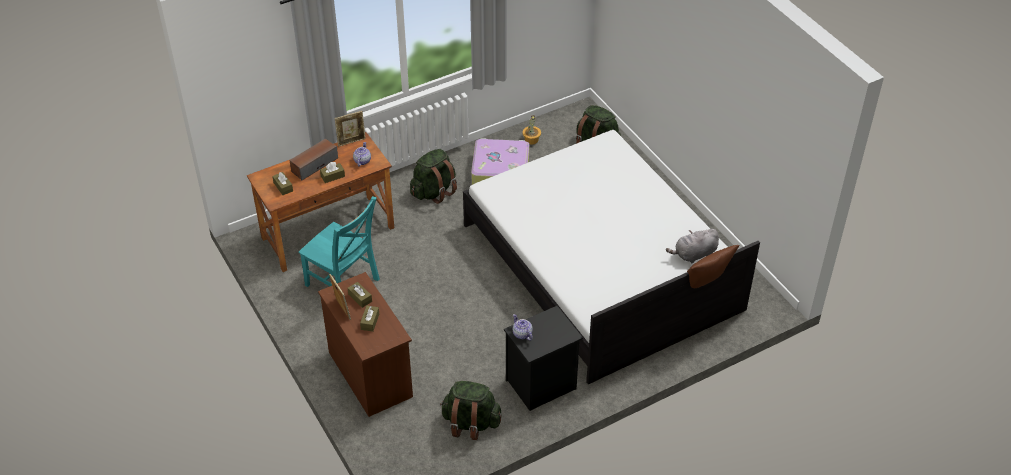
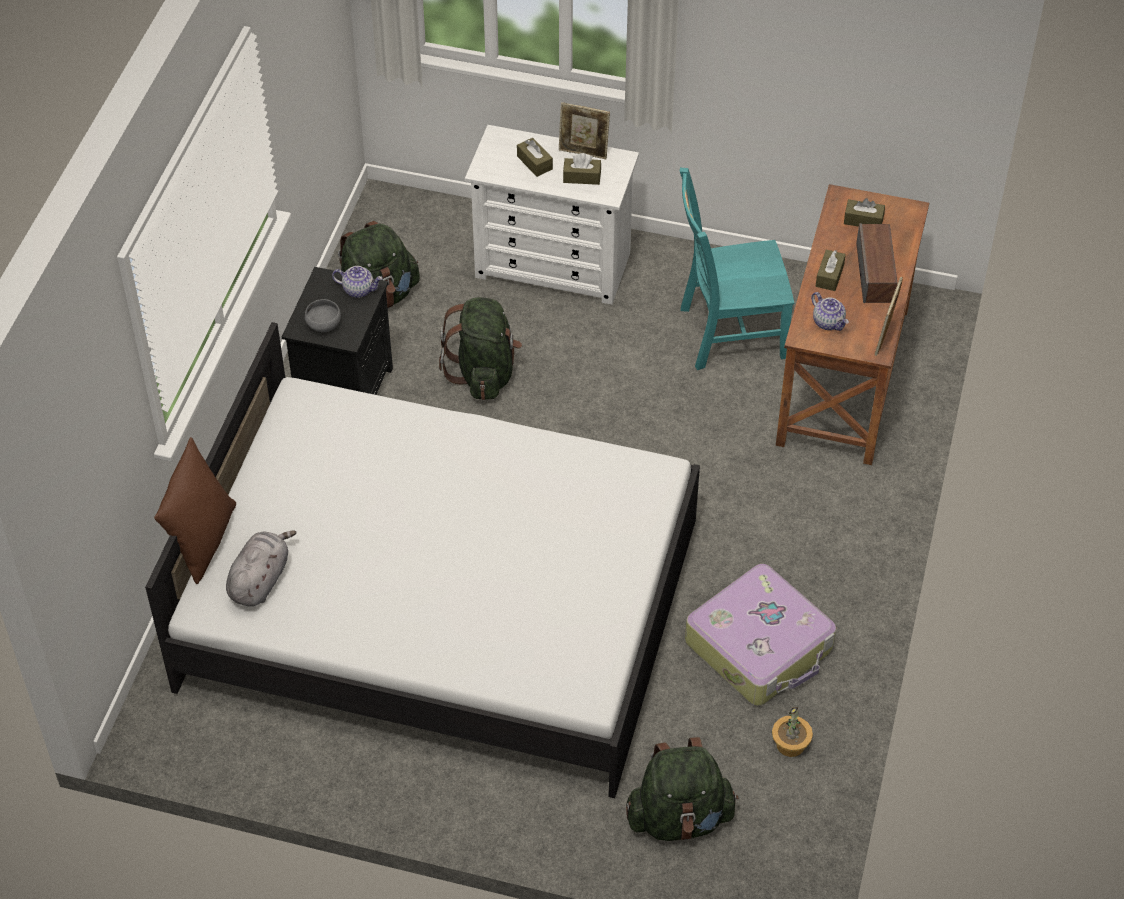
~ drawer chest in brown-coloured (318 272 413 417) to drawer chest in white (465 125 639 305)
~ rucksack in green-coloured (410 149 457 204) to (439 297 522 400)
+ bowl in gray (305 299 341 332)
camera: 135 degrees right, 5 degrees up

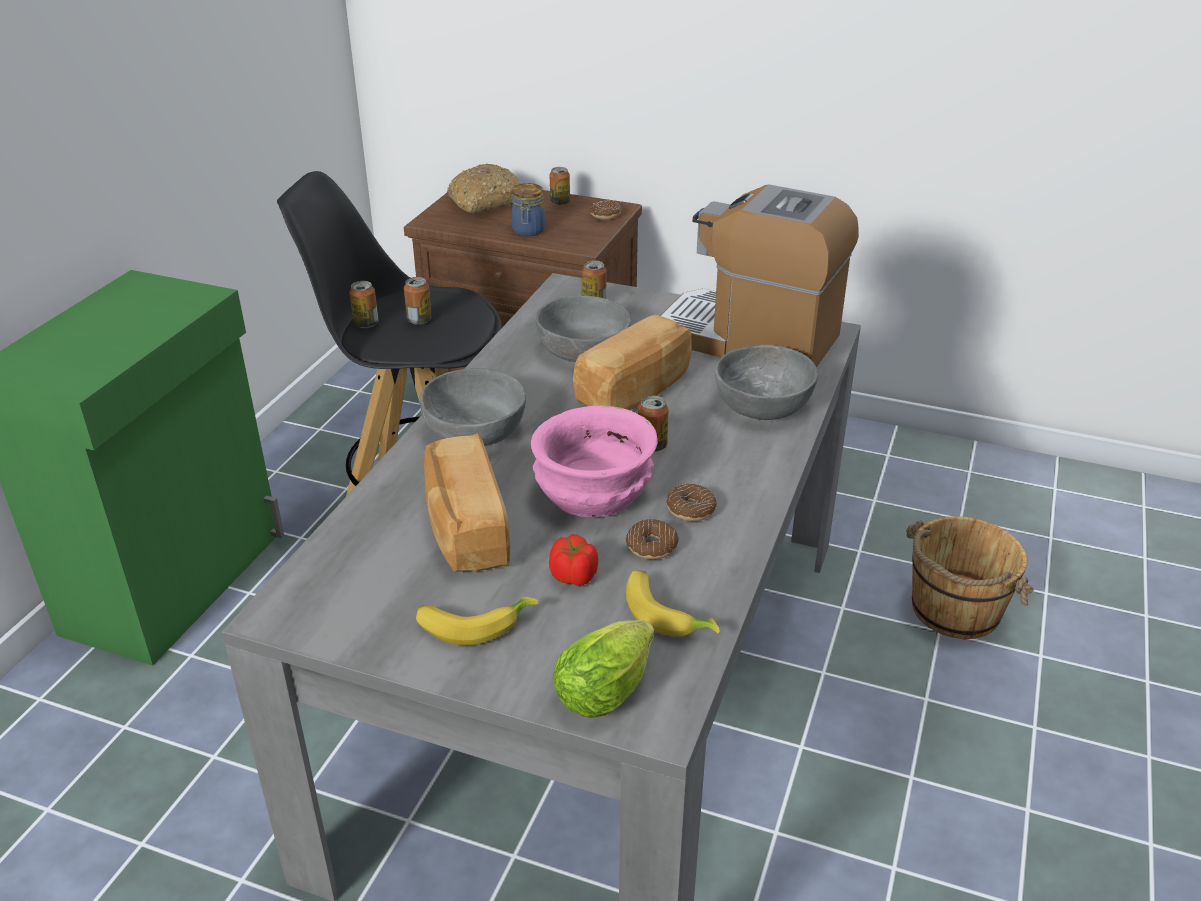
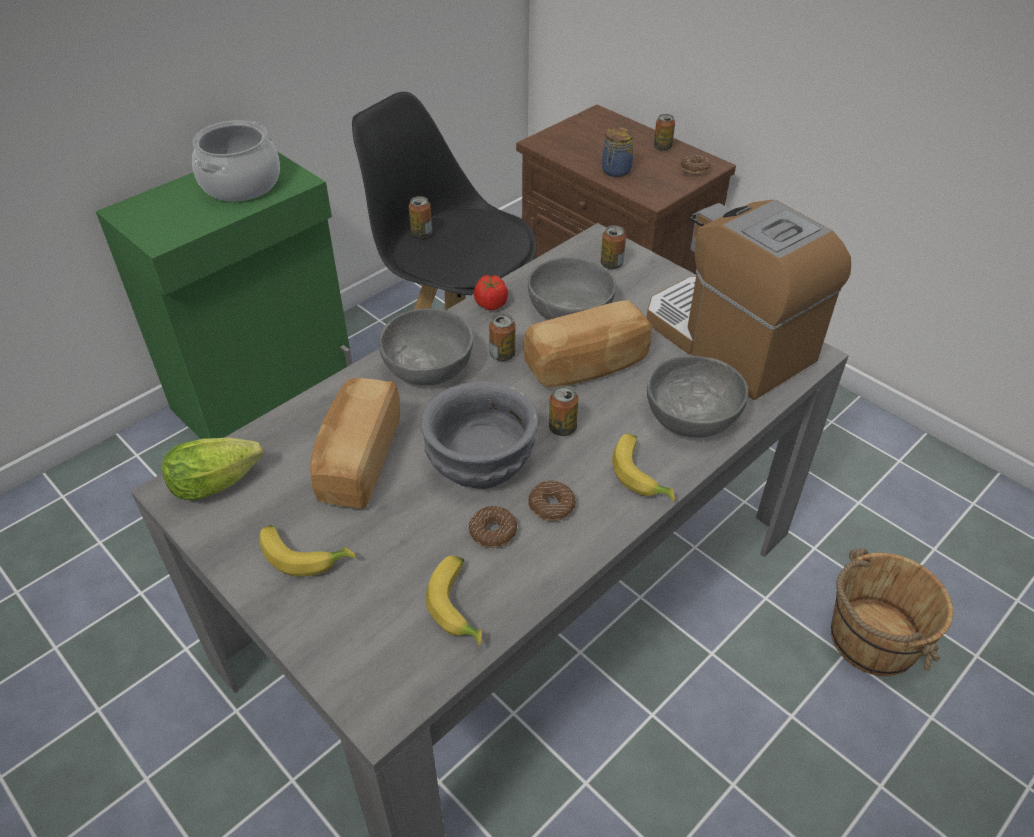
~ metal can (404 277 432 325) to (489 313 516 361)
- bakery bread (447 163 521 213)
~ bowl in pinkish (531 406 658 517) to bowl in gray (420 381 539 489)
~ fresh tomato (549 534 598 586) to (474 275 508 310)
~ lettuce (552 620 654 718) to (162 437 263 500)
+ cooking pot (192 120 280 201)
+ banana fruit (612 434 675 501)
camera: 25 degrees right, 10 degrees up

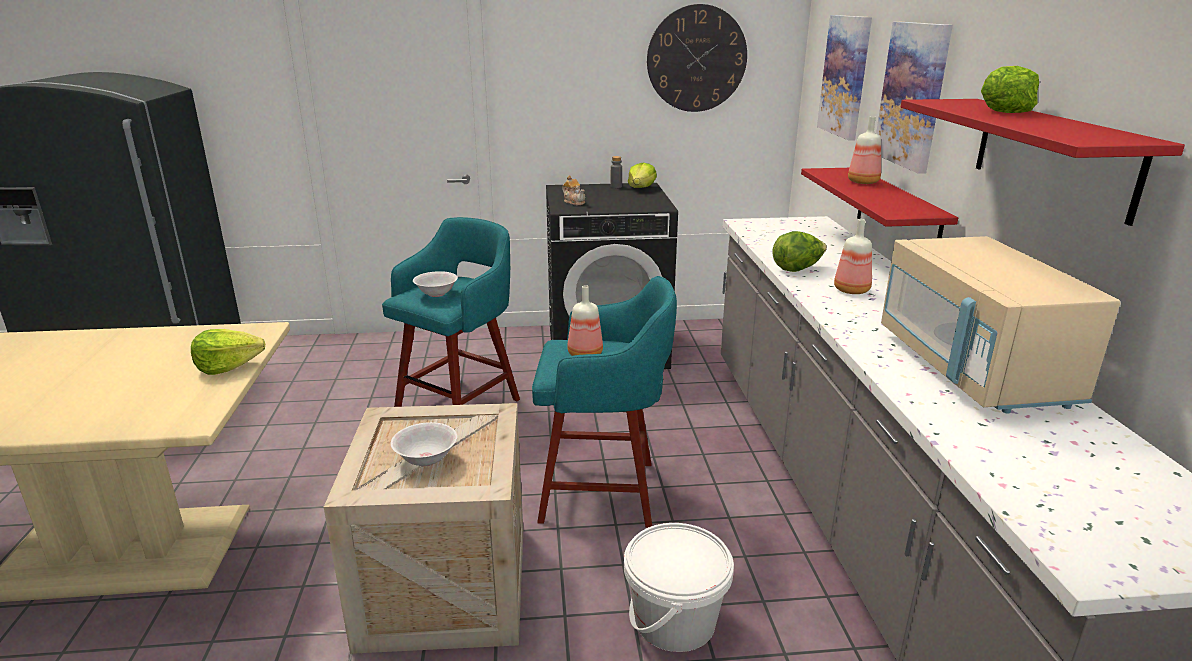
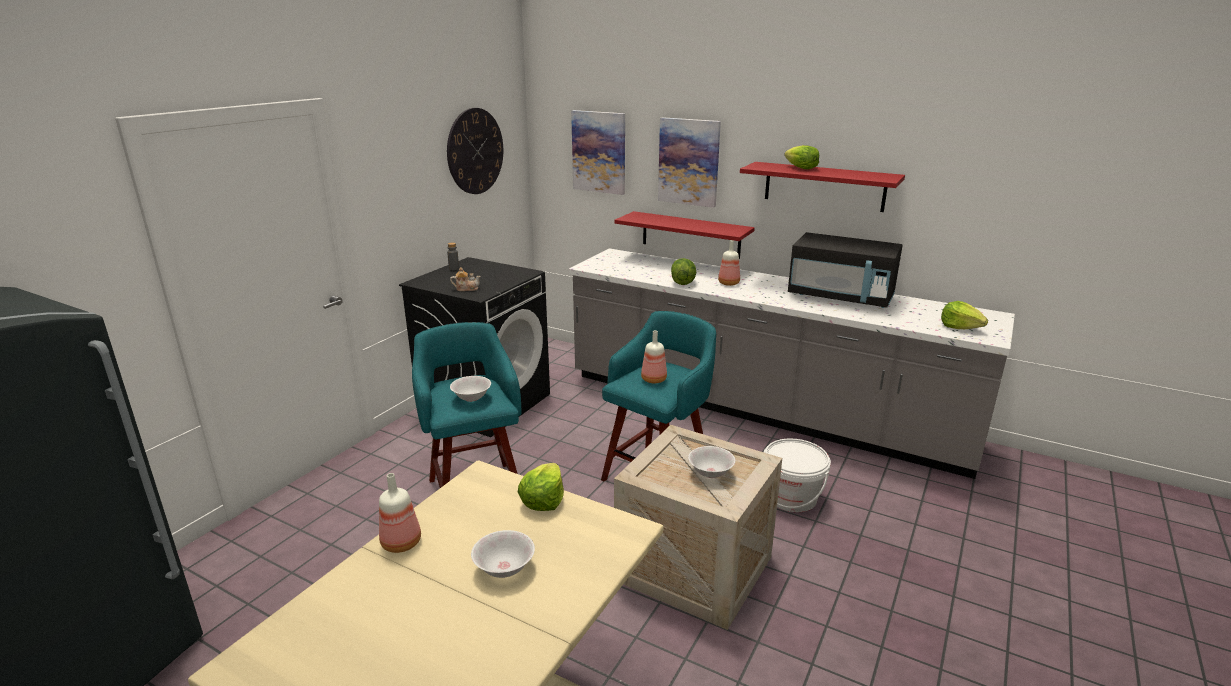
~ lettuce (628 163 657 188) to (941 301 988 329)
~ drink bottle (848 116 881 184) to (379 473 421 553)
~ microwave in sand-coloured (881 236 1120 414) to microwave in blackish (788 232 903 308)
+ bowl in white (471 530 535 578)
camera: 55 degrees left, 0 degrees up

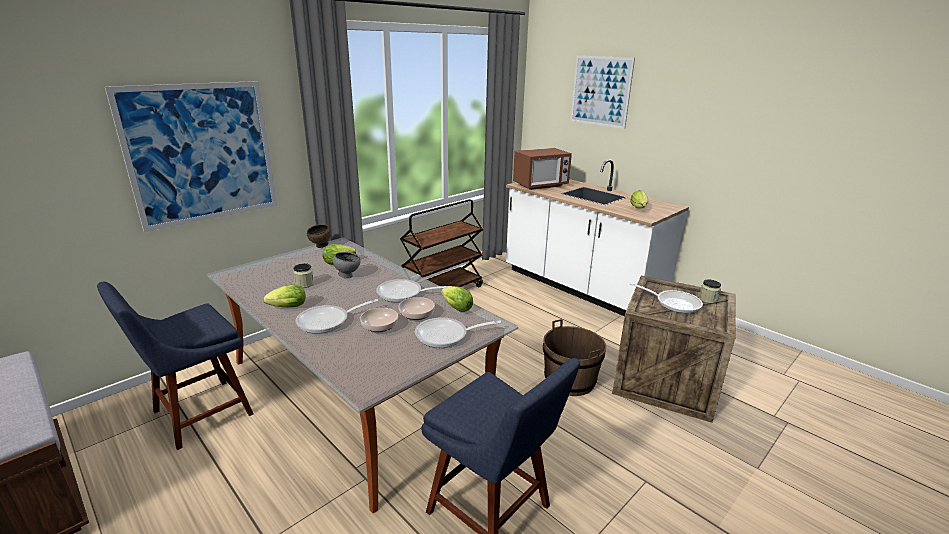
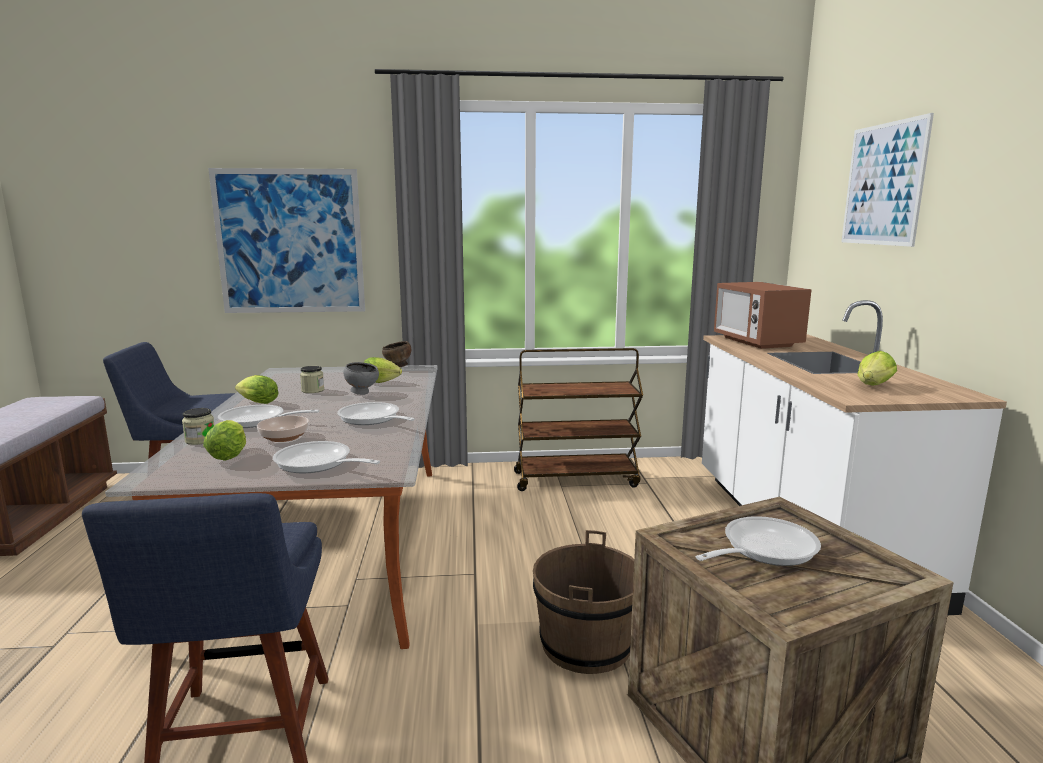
- bowl (399 297 435 320)
~ lettuce (441 286 473 312) to (203 420 246 460)
~ microwave (513 148 572 190) = (714 282 812 349) 60 degrees clockwise
~ pan (630 283 703 313) = (696 516 821 566) 105 degrees counterclockwise
~ jar (699 279 721 304) to (182 408 214 445)
camera: 40 degrees right, 10 degrees down

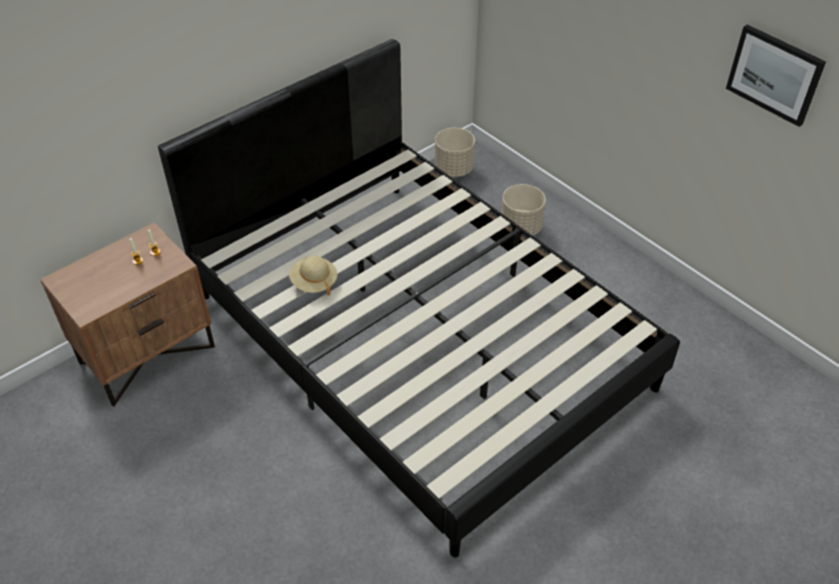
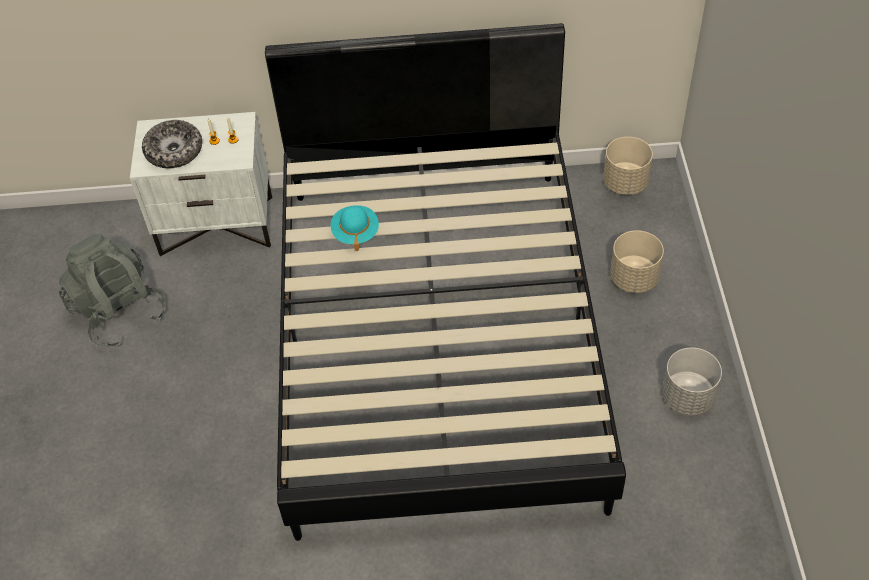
~ nightstand in brown-coloured (40 223 215 406) to nightstand in white (130 112 272 256)
~ clothing hat in sand-coloured (289 255 338 296) to clothing hat in turquoise (331 205 379 251)
- picture (726 25 826 127)
+ rucksack in gray (59 234 166 346)
+ bowl (142 120 202 168)
+ plant pot in gray (662 347 722 415)
camera: 40 degrees right, 5 degrees up

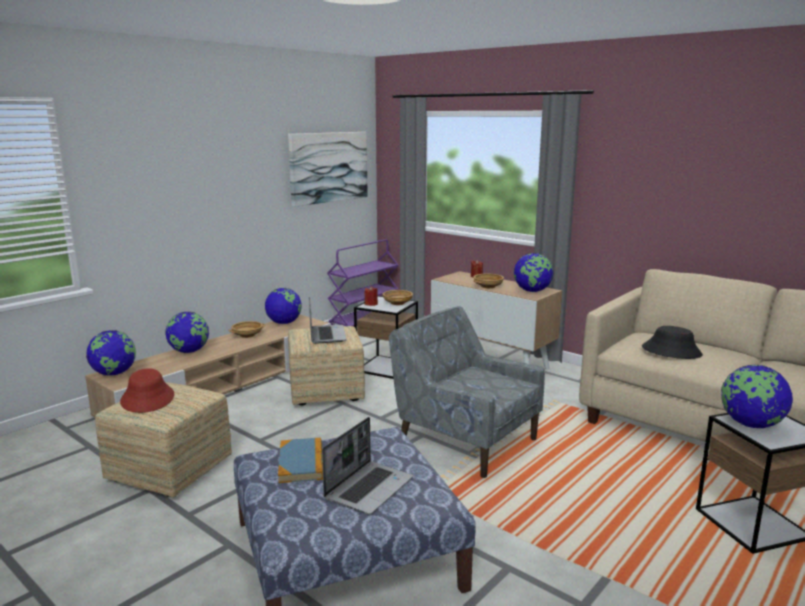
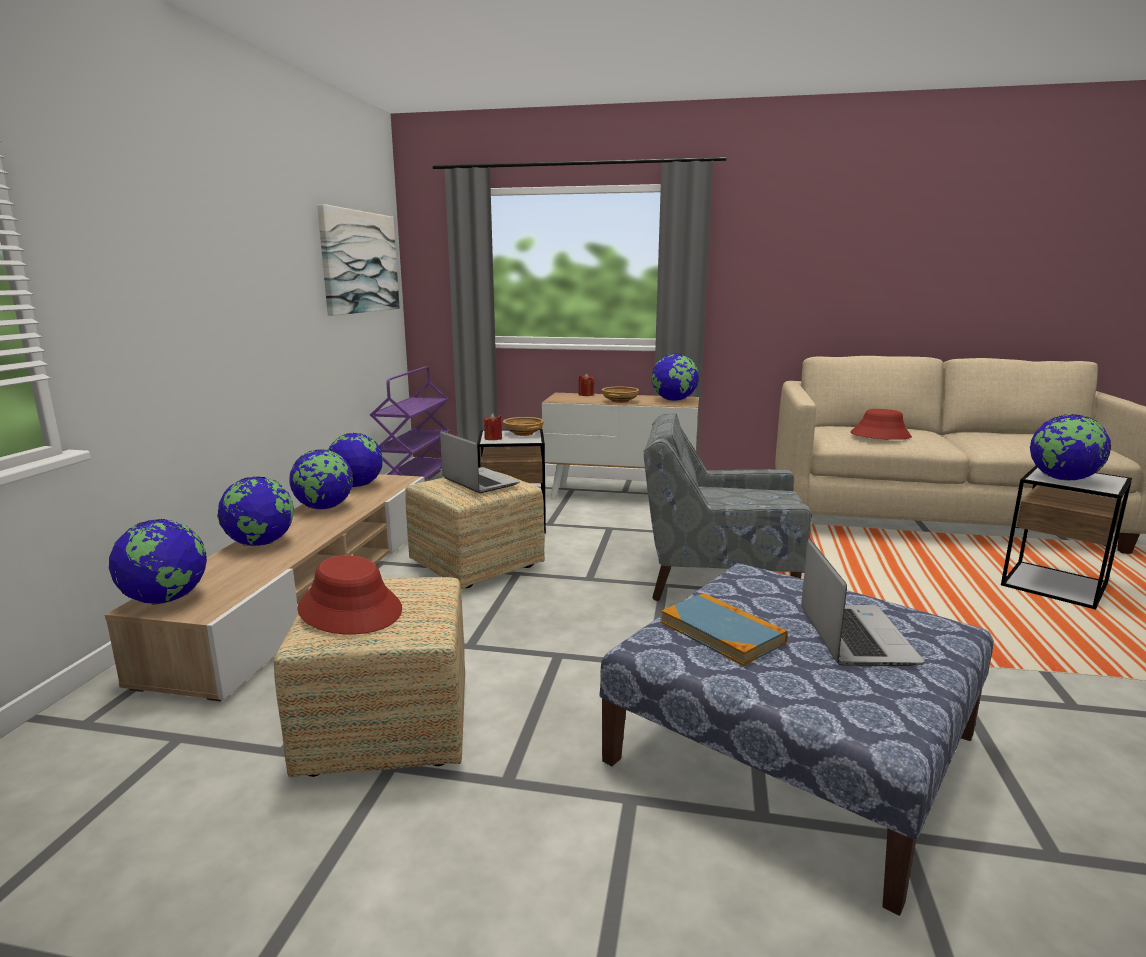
~ bowl in sand-coloured (228 321 265 338) to world globe (289 449 353 509)
~ clothing hat in blackish (642 326 703 359) to clothing hat in red (850 409 912 440)
camera: 30 degrees left, 0 degrees up

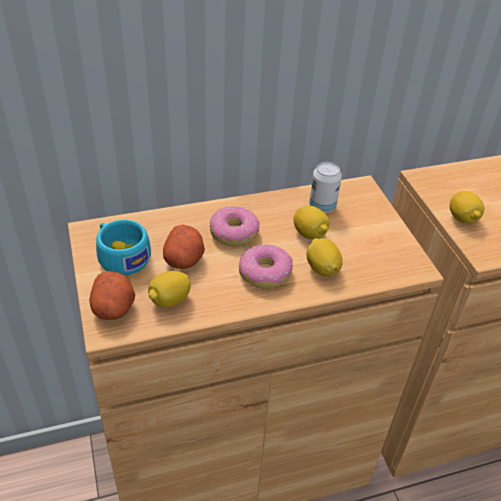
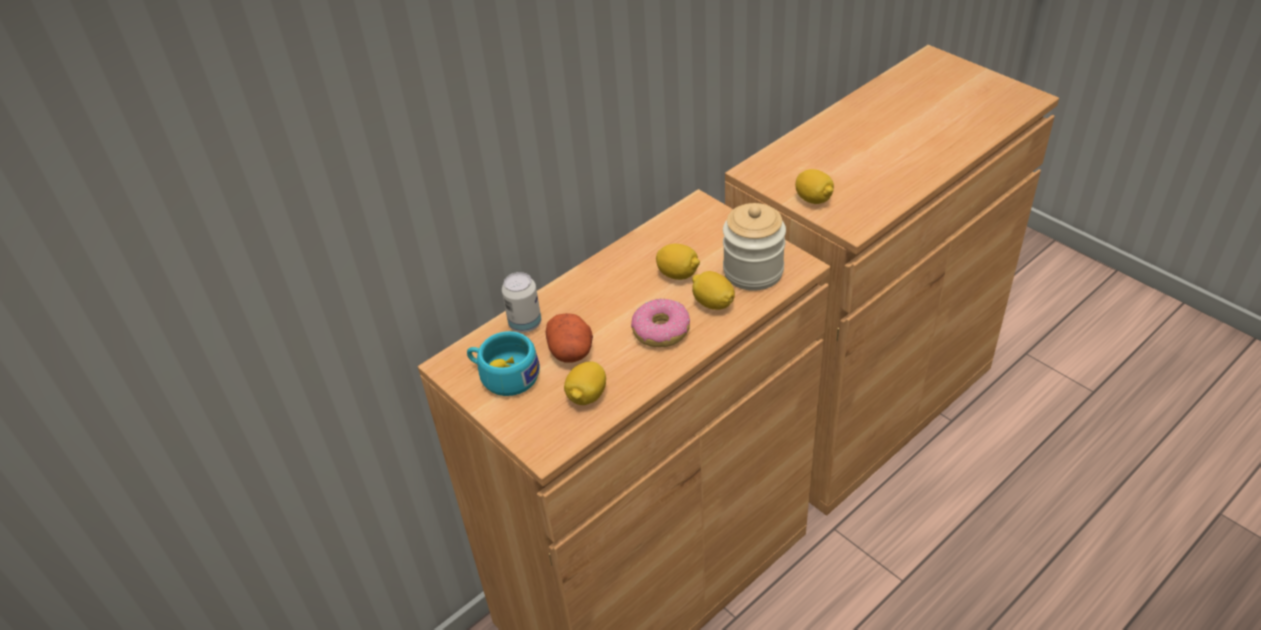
- spud (89 271 135 320)
- donut (210 206 260 246)
~ metal can (309 162 342 213) to (502 272 541 333)
+ jar (723 203 786 291)
camera: 20 degrees left, 0 degrees up

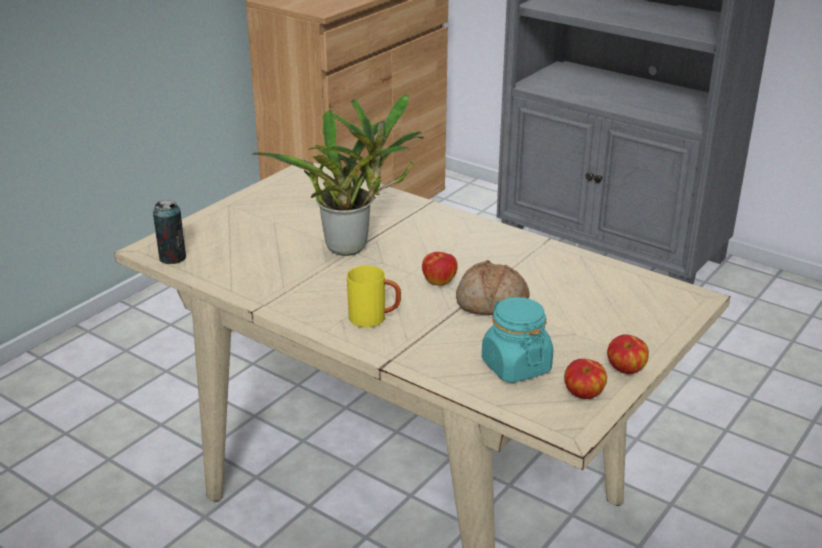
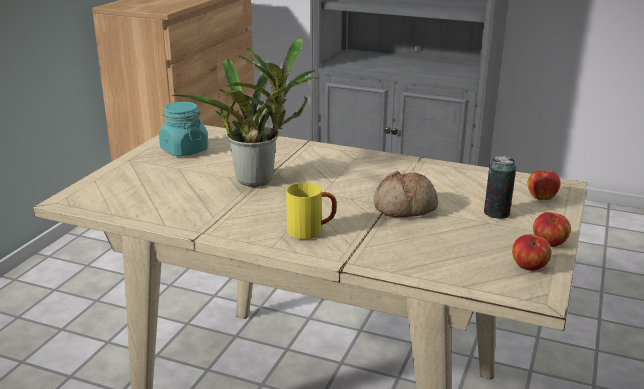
~ metal can (153 200 186 264) to (484 156 516 219)
~ whole apple (422 252 458 286) to (528 171 561 200)
~ jar in turquoise (482 297 553 383) to (159 102 209 156)
camera: 15 degrees left, 5 degrees down

